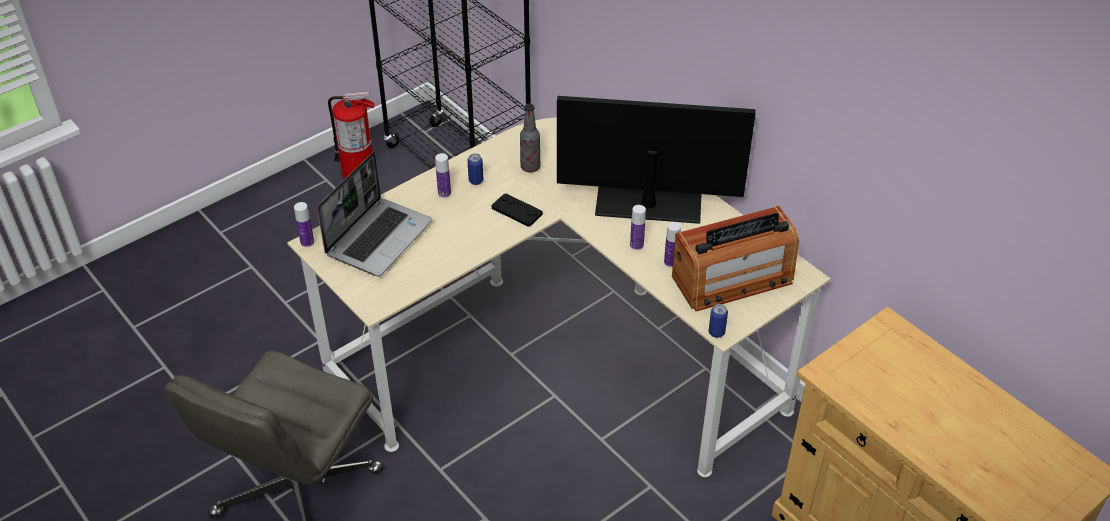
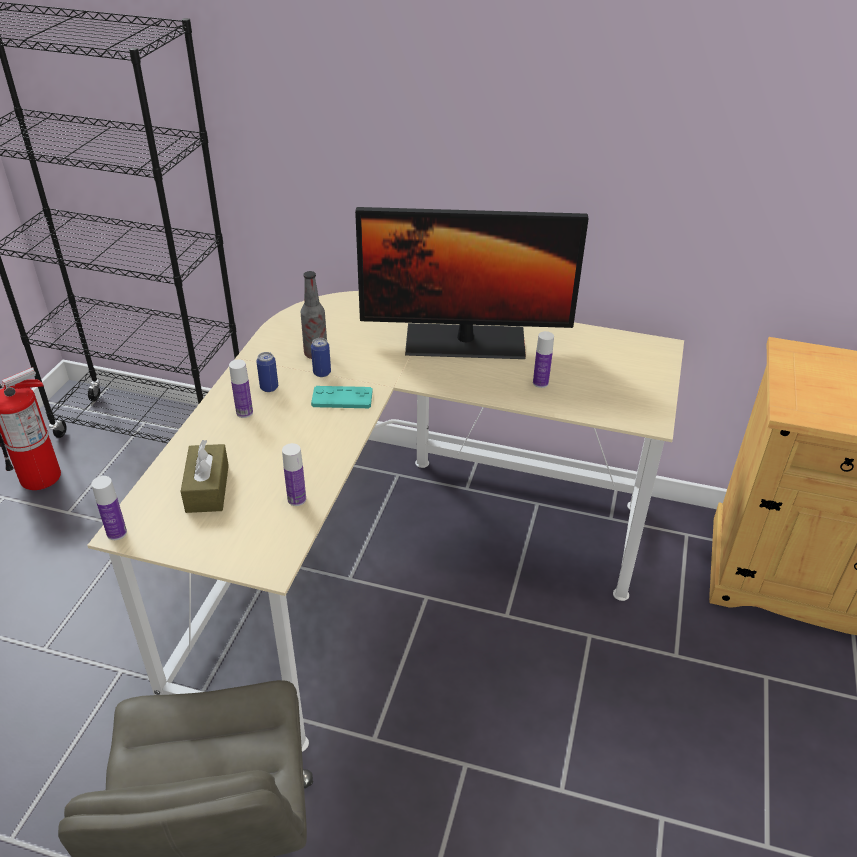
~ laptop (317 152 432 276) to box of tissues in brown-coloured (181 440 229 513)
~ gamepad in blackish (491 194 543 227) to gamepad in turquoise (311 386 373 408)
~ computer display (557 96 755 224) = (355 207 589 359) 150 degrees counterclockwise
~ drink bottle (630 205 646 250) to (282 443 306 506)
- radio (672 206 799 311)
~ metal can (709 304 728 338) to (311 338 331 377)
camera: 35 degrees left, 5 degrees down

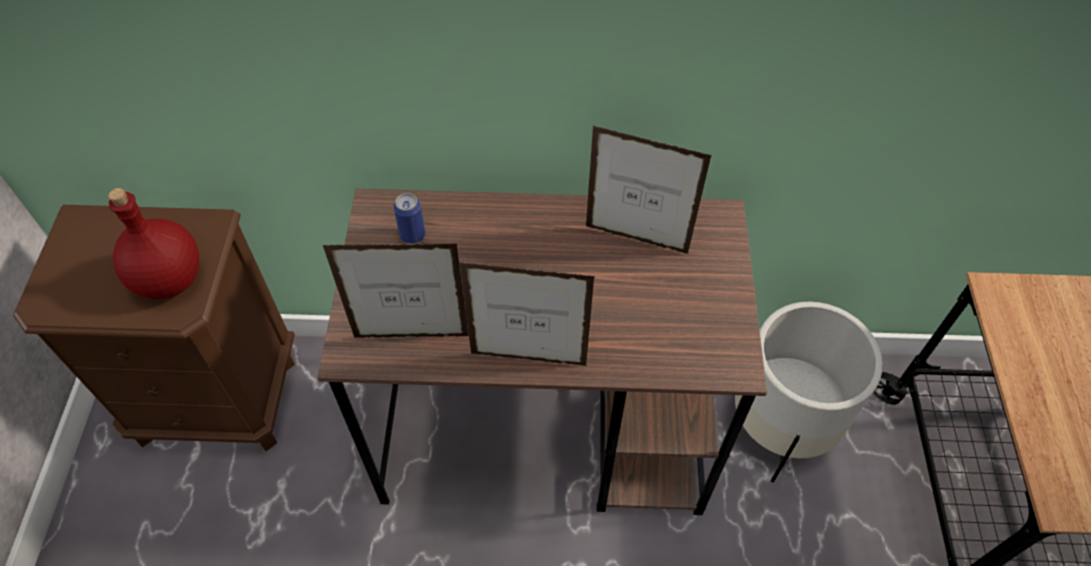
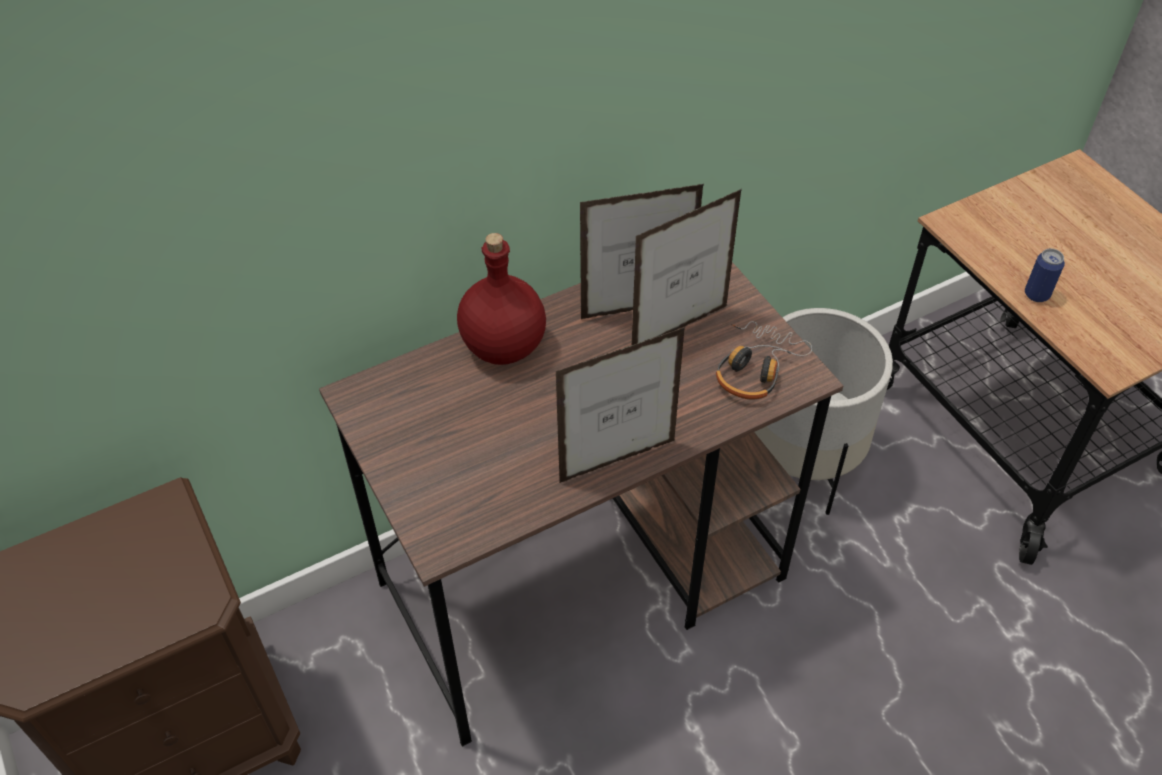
~ drink bottle in red (108 188 199 299) to (457 233 546 365)
~ standing frame (323 243 469 338) to (632 189 742 345)
~ metal can (394 193 425 244) to (1025 249 1065 302)
+ headphones (716 321 812 399)
camera: 30 degrees left, 5 degrees down

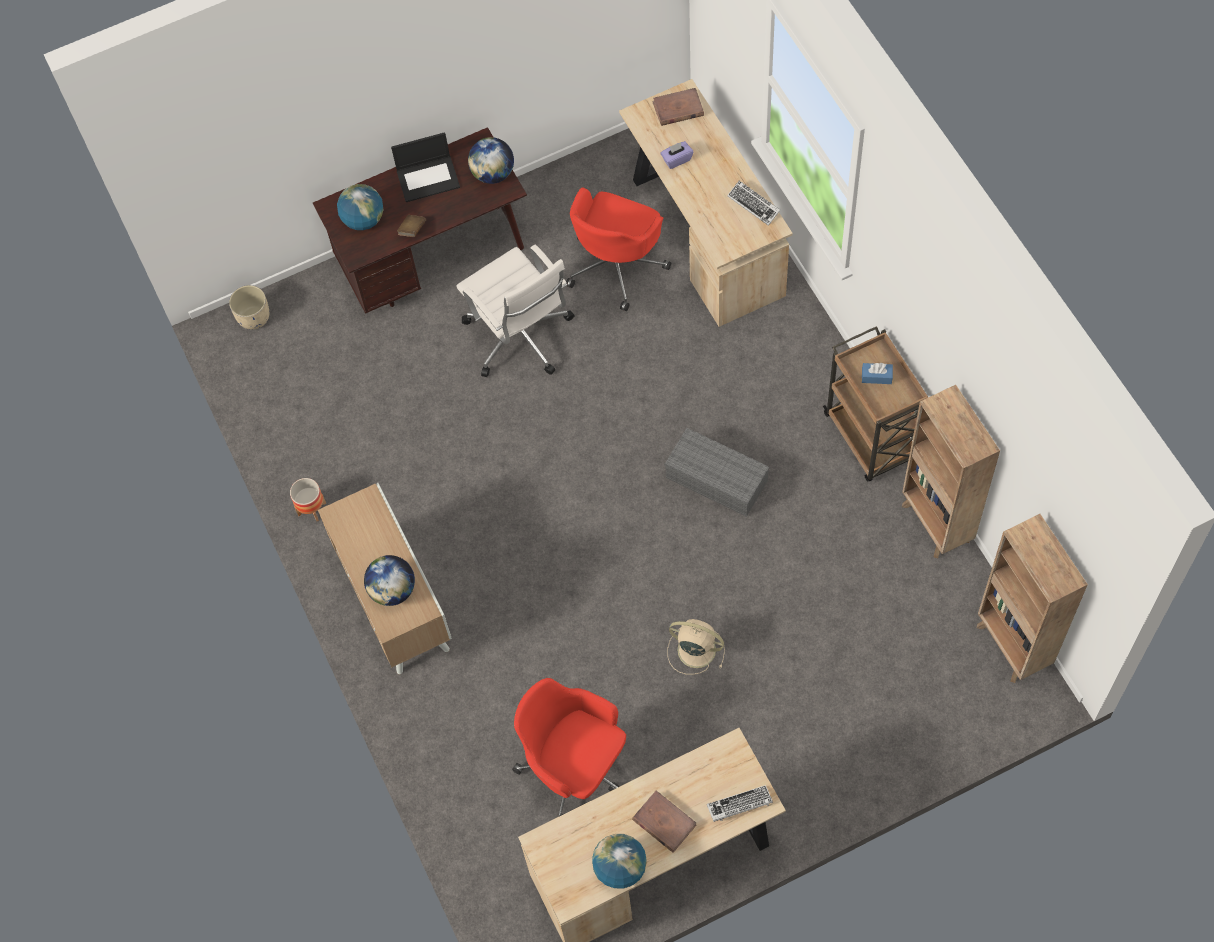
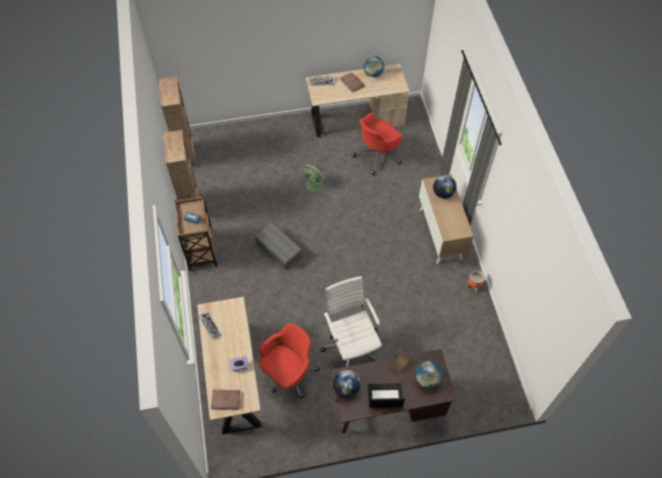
- plant pot in sand-coloured (229 285 269 330)
~ computer chair in red (512 678 626 816) = (351 112 402 175) 90 degrees clockwise
~ cooling fan in sand-coloured (667 619 725 675) to cooling fan in green-coloured (302 165 327 194)
camera: 170 degrees left, 5 degrees down

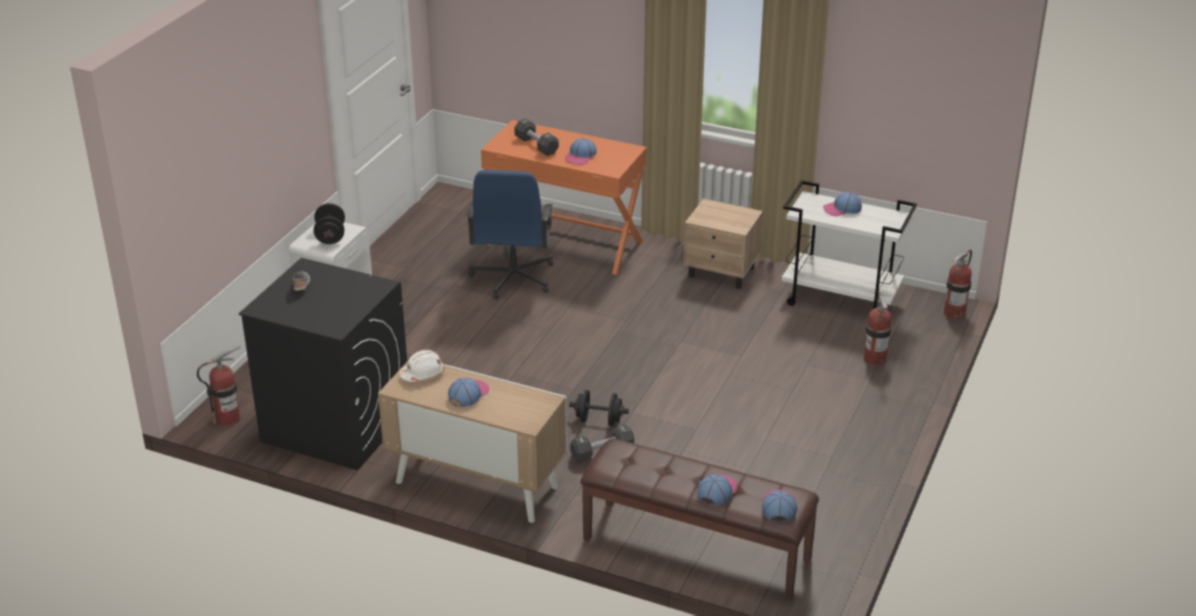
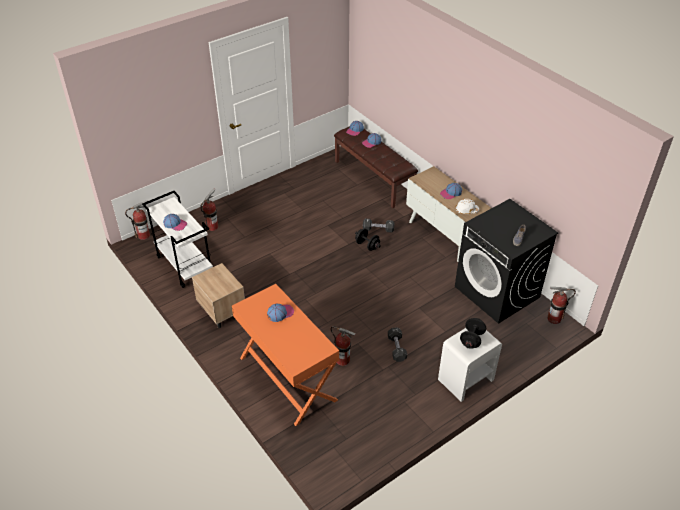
~ computer chair in bluish (467 170 554 300) to fire extinguisher (331 326 356 366)
~ free weight in blackish (514 118 559 156) to (388 327 407 362)
camera: 150 degrees left, 10 degrees up

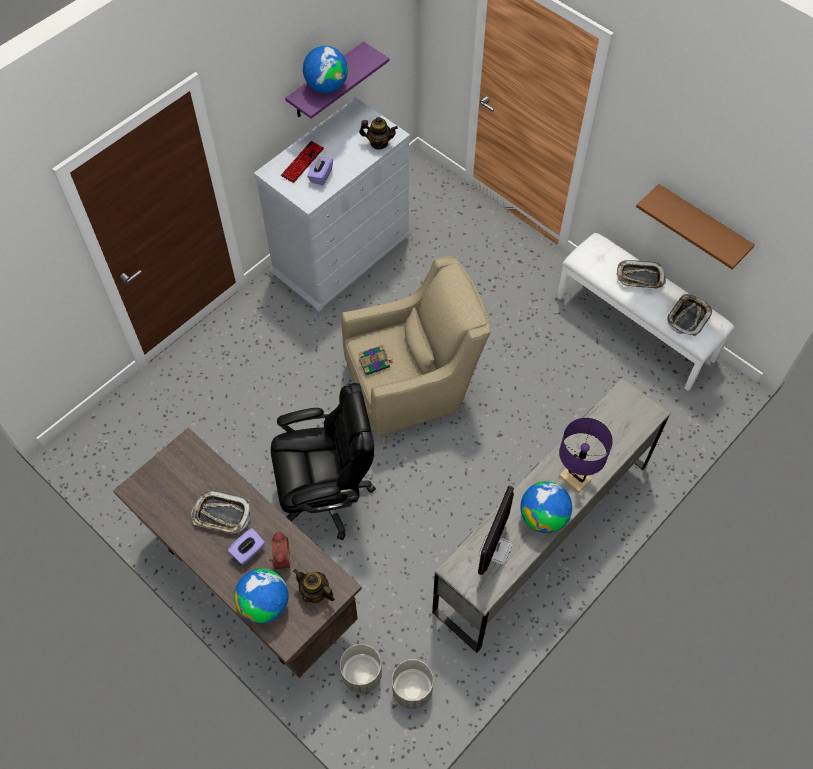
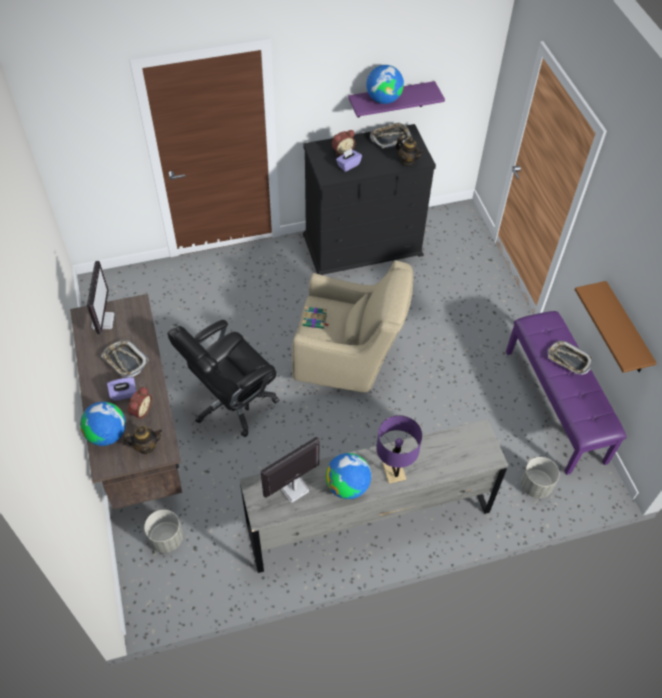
~ drawer chest in white (254 97 411 312) to drawer chest in blackish (303 124 436 275)
~ computer chair in blackish (271 383 376 540) = (167 320 279 437) 120 degrees clockwise
~ keyboard (281 141 324 183) to bedside clock (332 130 355 155)
~ teapot (293 569 335 603) = (123 426 162 454) 105 degrees clockwise
~ plant pot in gray (392 659 433 709) to (521 457 560 498)
~ indoor bench in white (557 233 735 391) to indoor bench in purple (506 311 627 475)
~ tray (667 294 712 337) to (370 122 412 148)
+ computer display (87 261 115 334)
camera: 30 degrees right, 5 degrees down

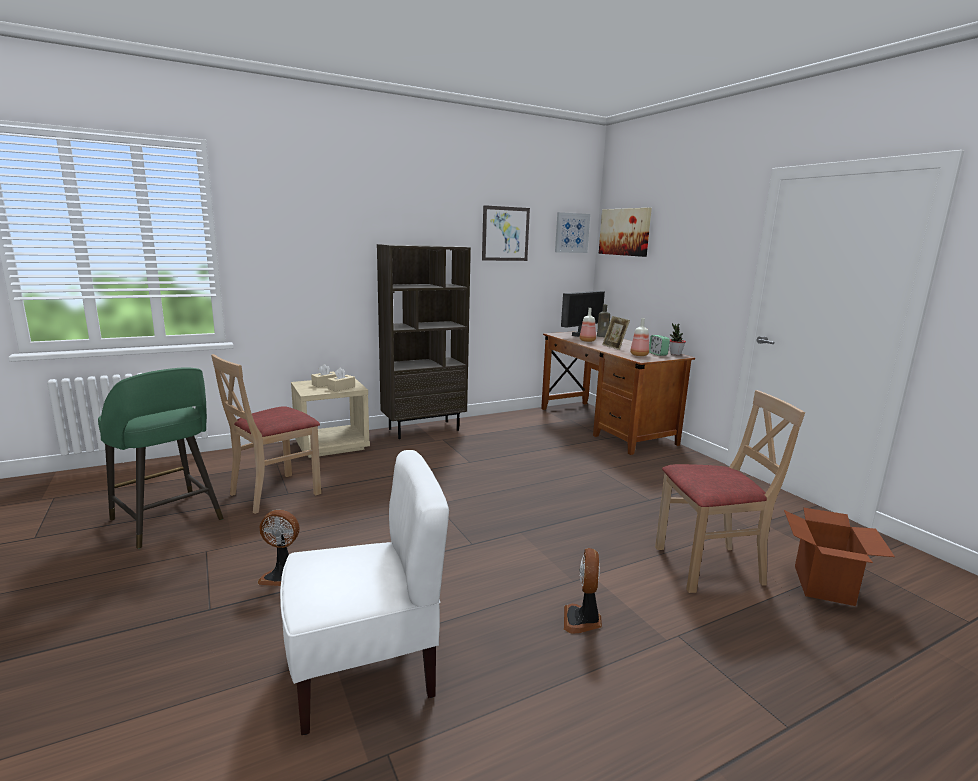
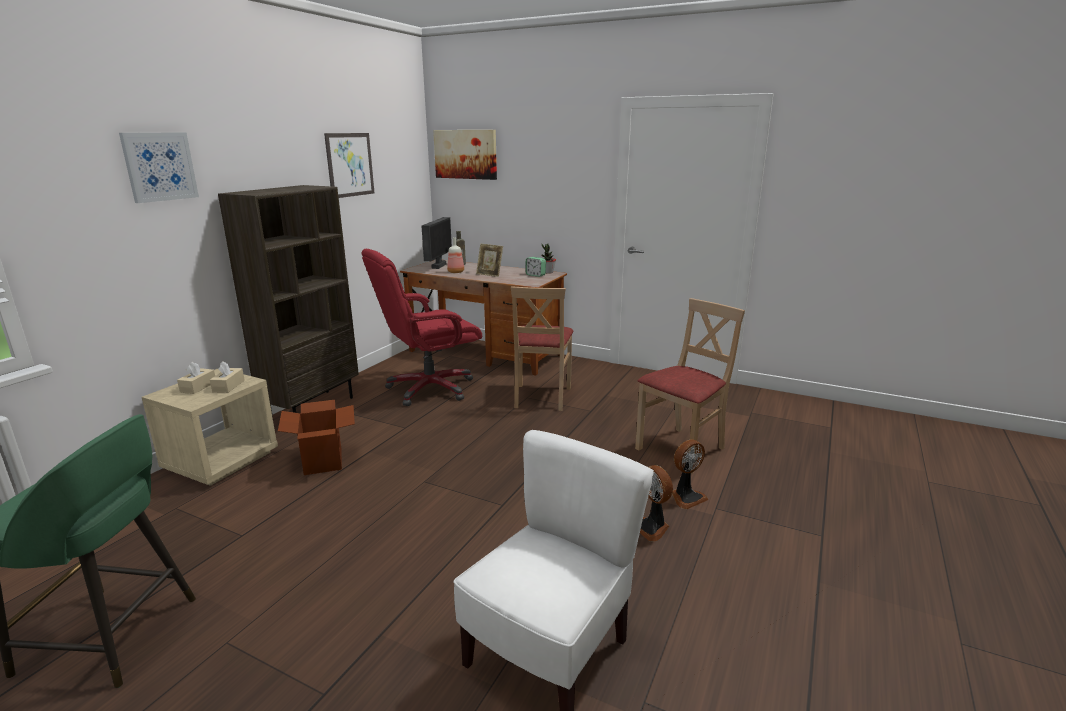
~ plain chair in sand-coloured (211 354 321 514) to (511 286 573 411)
~ cooling fan (257 510 300 586) to (672 439 709 509)
~ picture (555 212 590 253) to (119 133 199 203)
- drink bottle (630 318 649 356)
~ packing box (784 508 895 606) to (278 400 355 475)
+ computer chair in red (361 249 482 406)
camera: 35 degrees left, 5 degrees up

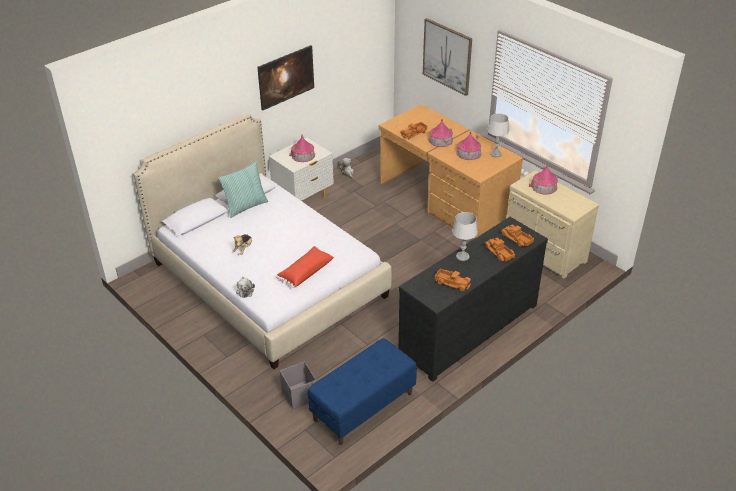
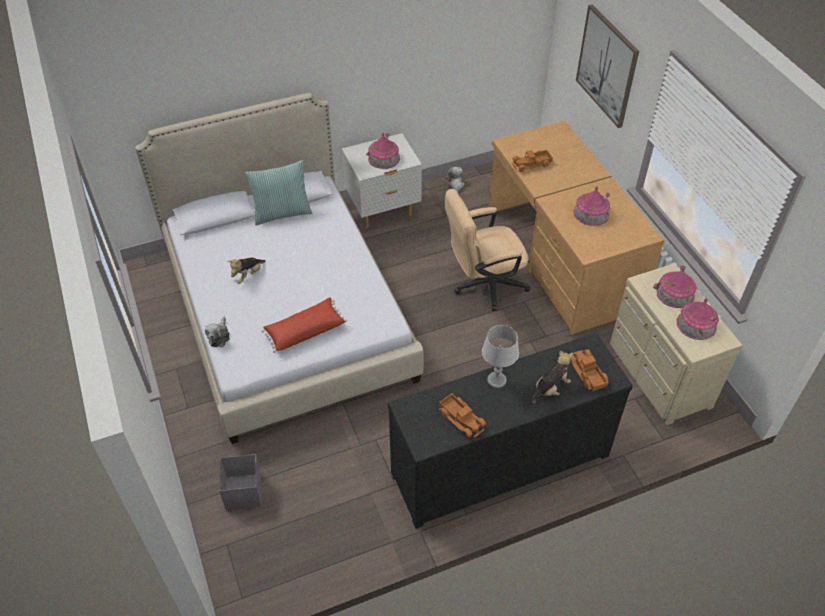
- picture (257 45 314 111)
- indoor bench in bluish (308 338 417 445)
~ miniature house (428 119 453 147) to (677 298 719 340)
~ model truck (484 238 515 261) to plush toy (531 351 573 407)
- table lamp in gray (487 113 509 157)
+ computer chair in sand-coloured (445 189 531 311)
camera: 20 degrees right, 10 degrees up

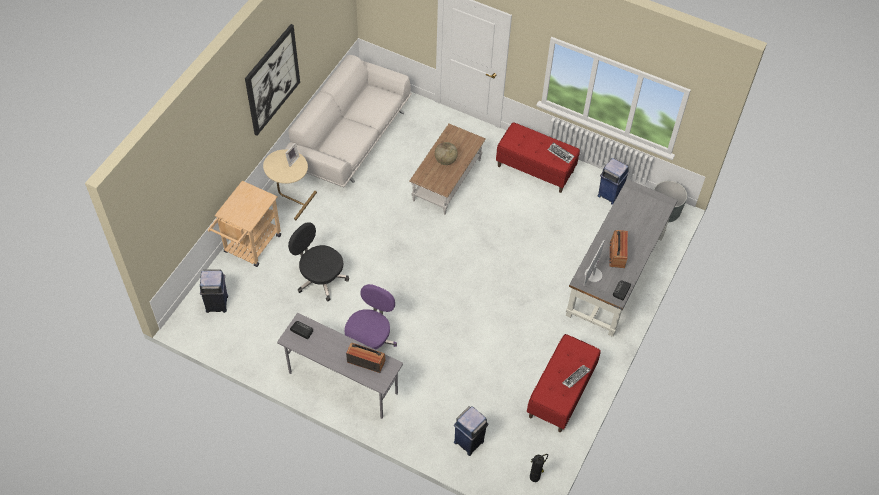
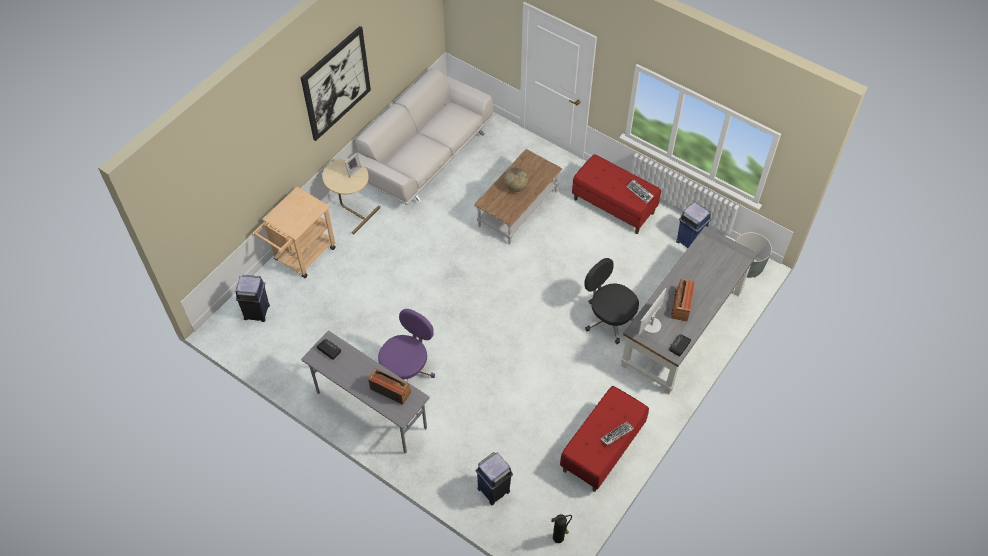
~ computer chair in blackish (288 222 349 301) to (584 258 639 344)
camera: 10 degrees right, 0 degrees up

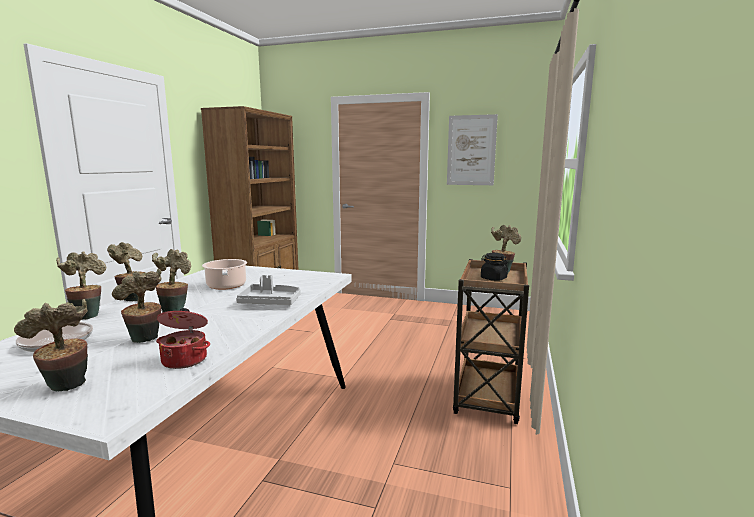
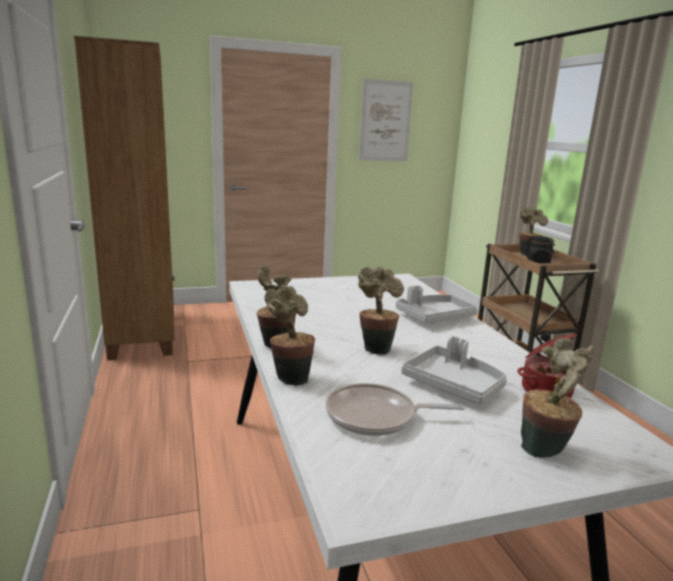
~ houseplant (112 269 162 343) to tray in gray (401 336 507 405)
- cooking pot (202 259 247 290)
camera: 35 degrees left, 5 degrees up

